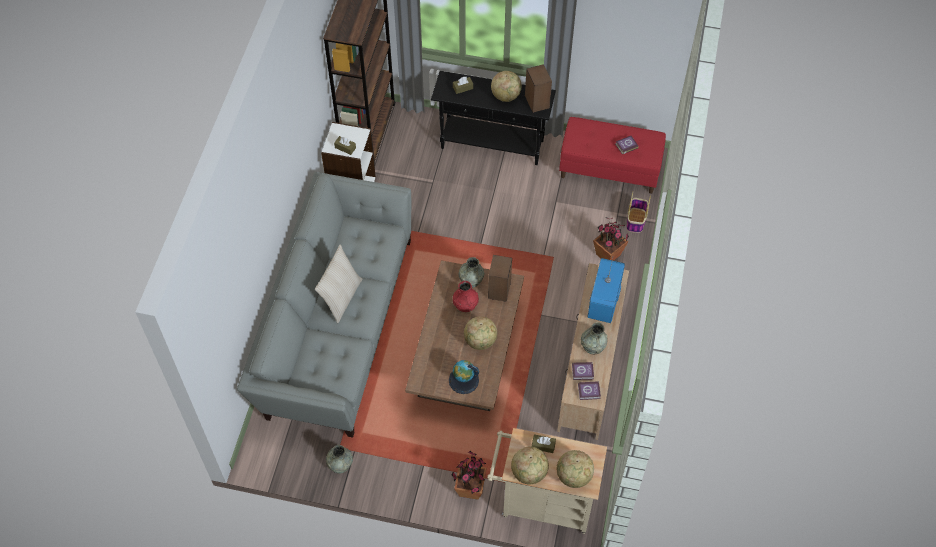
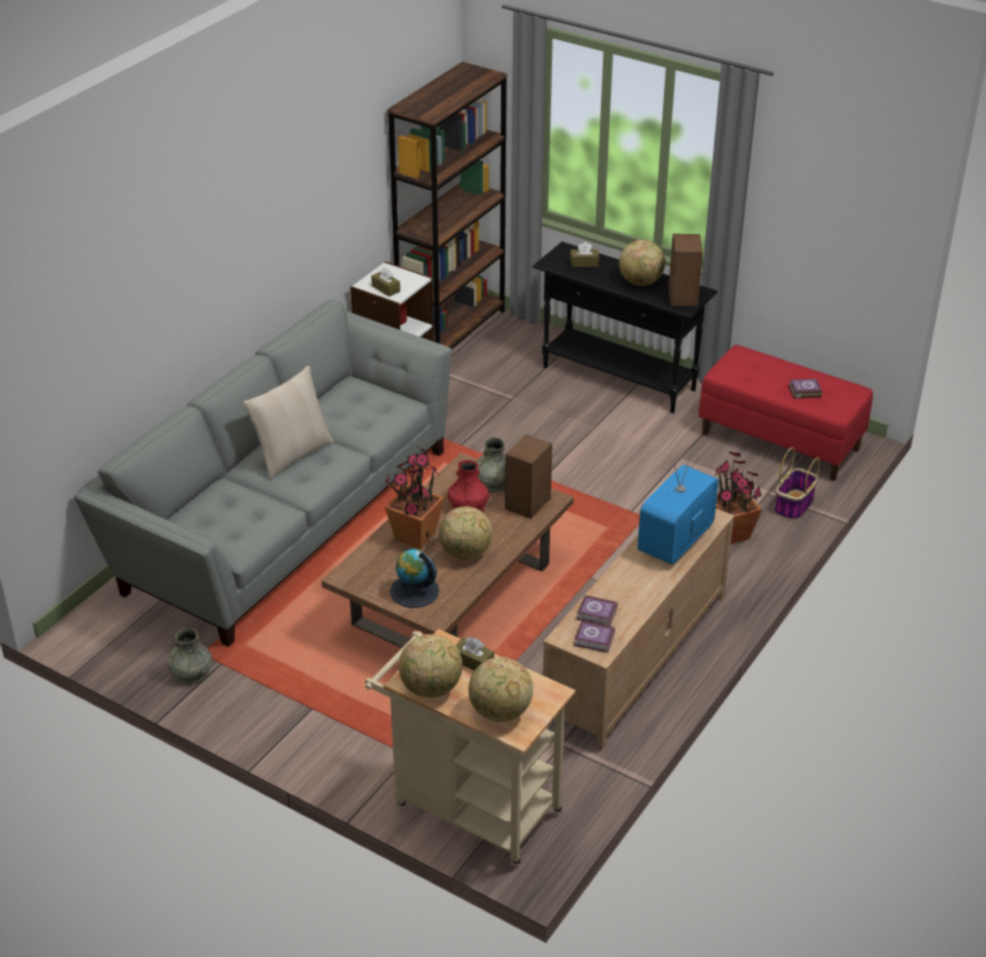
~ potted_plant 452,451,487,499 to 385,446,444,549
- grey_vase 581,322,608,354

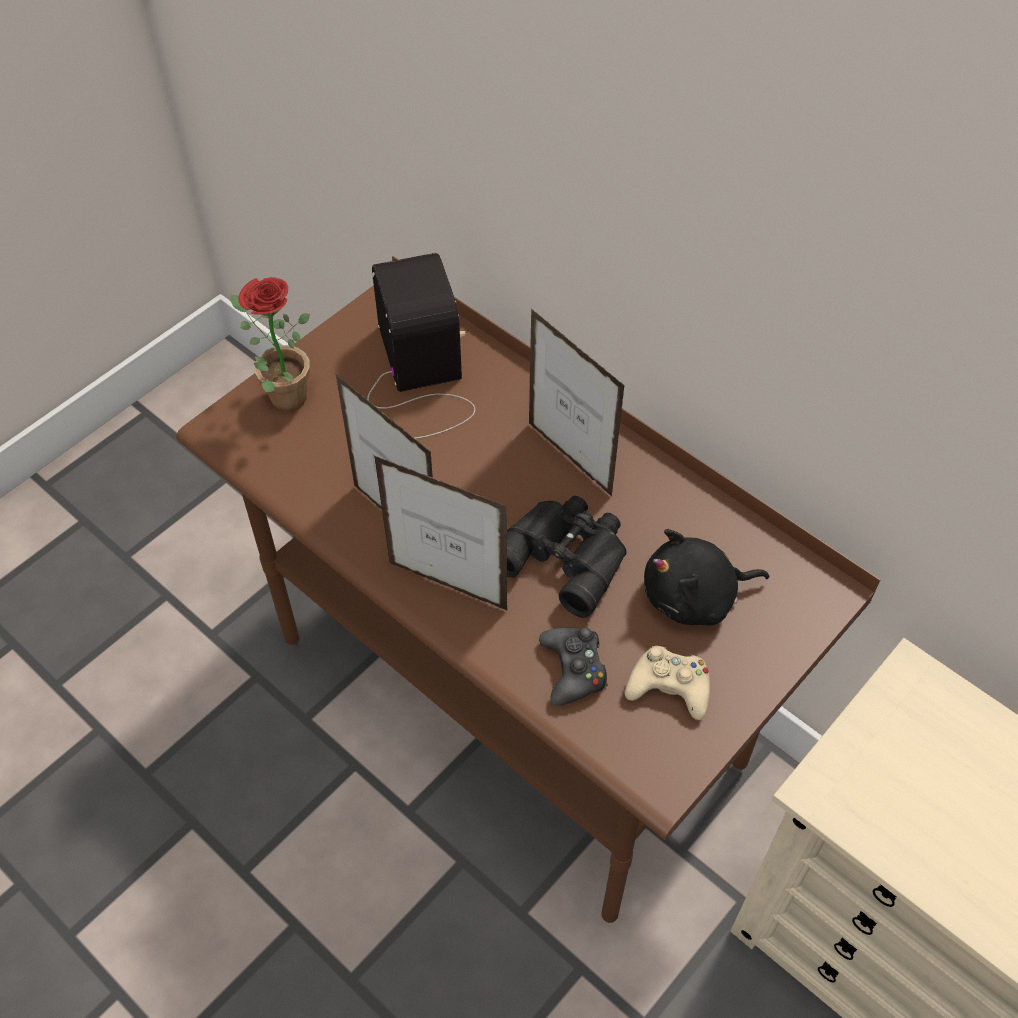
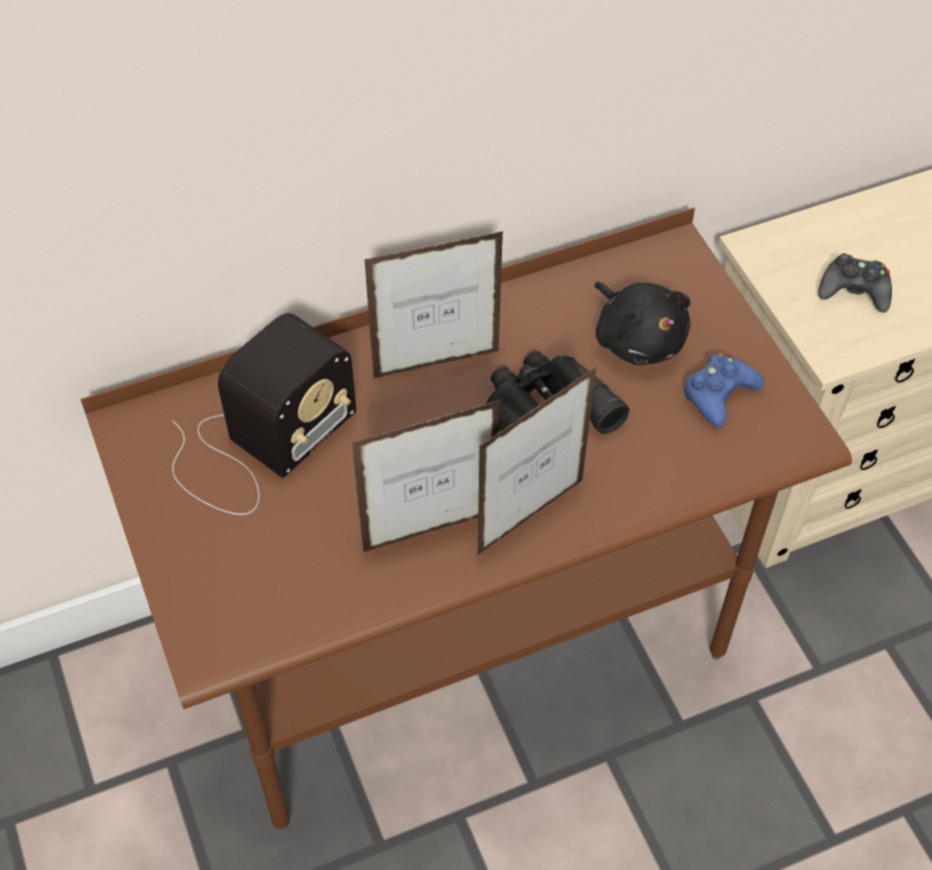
- potted_plant 231,277,310,411
~ radio 367,253,475,439 = 172,313,356,515 120 degrees clockwise
~ black_game_controller 539,628,608,706 to 818,253,892,313
~ beige_game_controller 625,646,710,720 to blue_game_controller 683,353,764,428
~ black_plush_toy 644,529,769,626 = 595,282,691,365 45 degrees counterclockwise

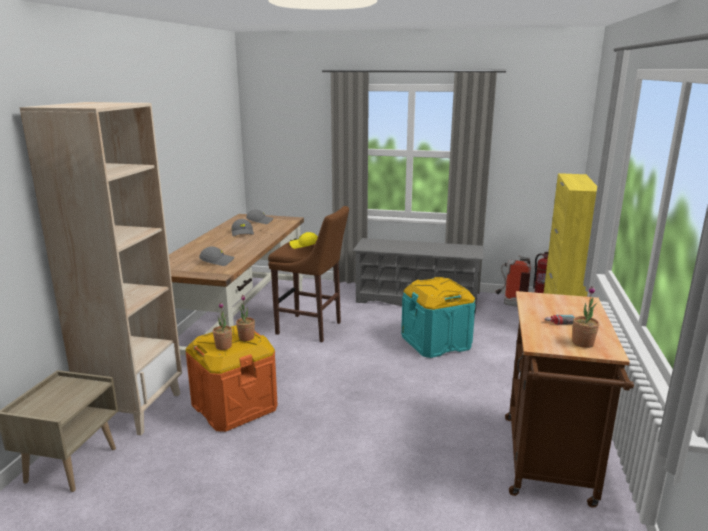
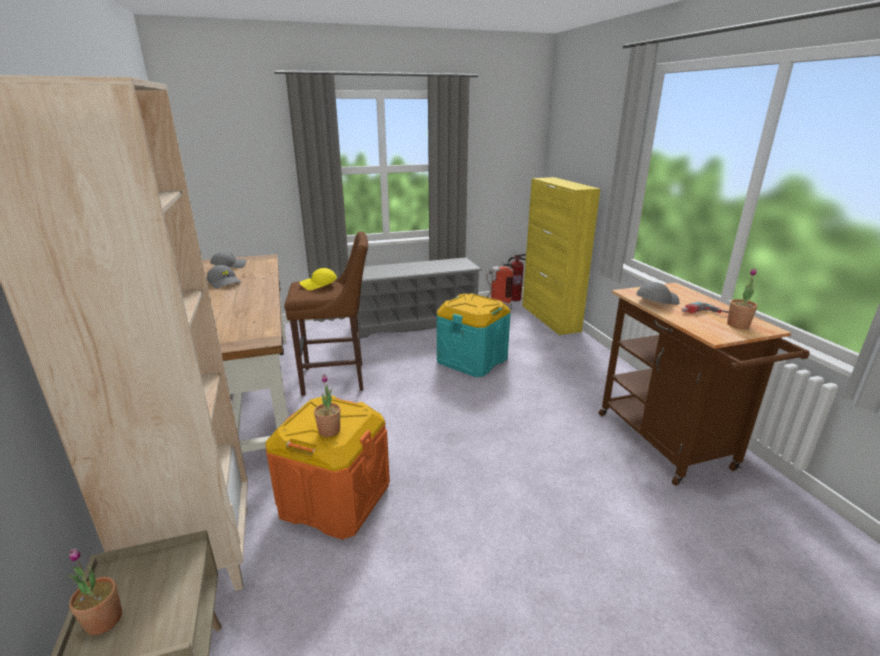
~ grey_cap 199,247,234,266 to 636,282,680,305
~ potted_plant 236,295,255,341 to 68,549,122,635

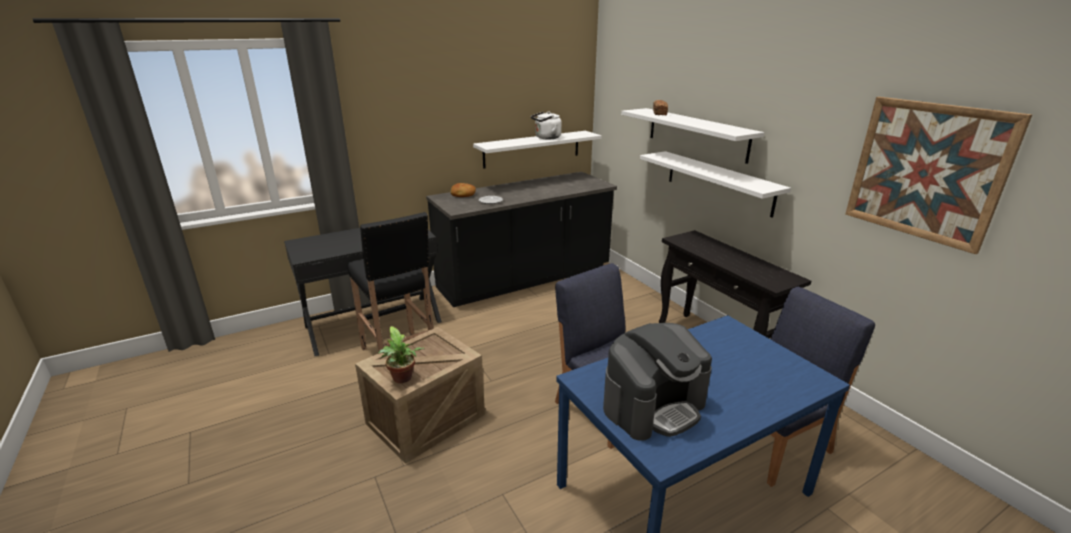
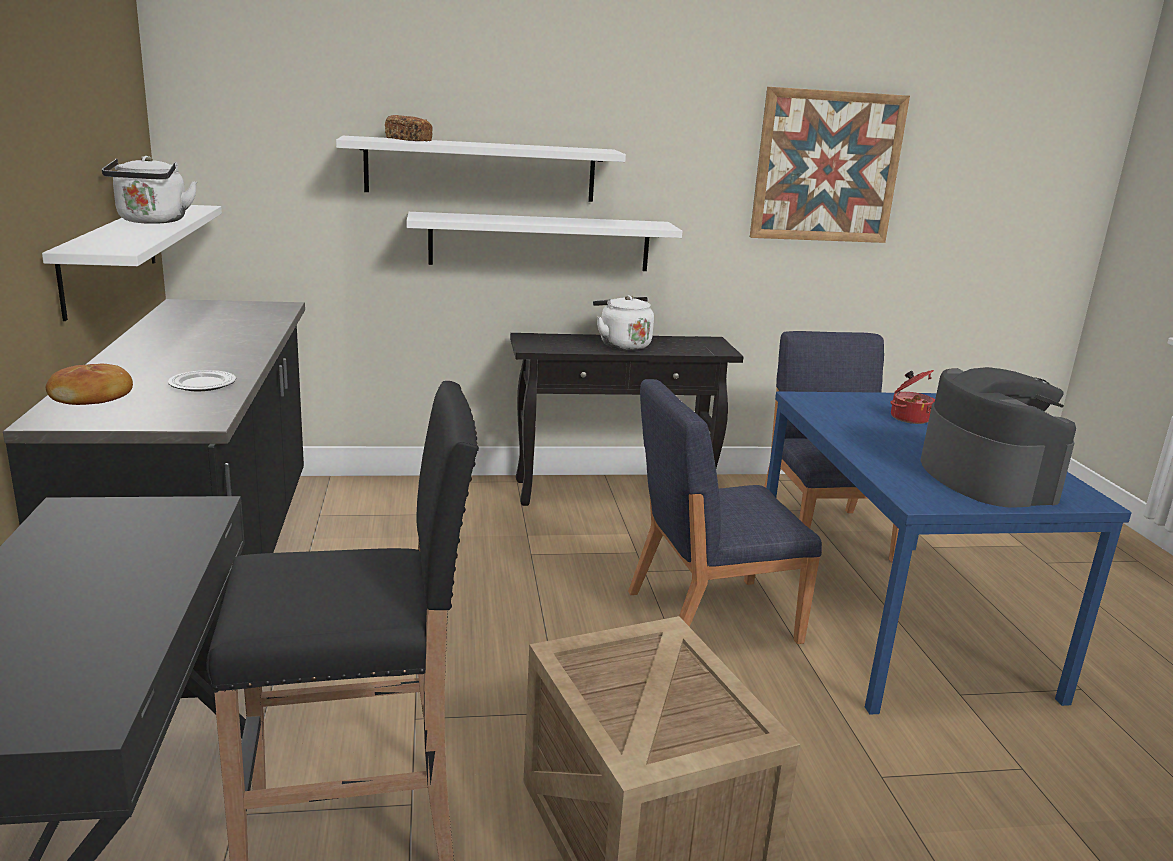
- potted_plant 378,326,425,383
+ white_kettle 593,295,654,350
+ cooking_pot 890,370,935,424

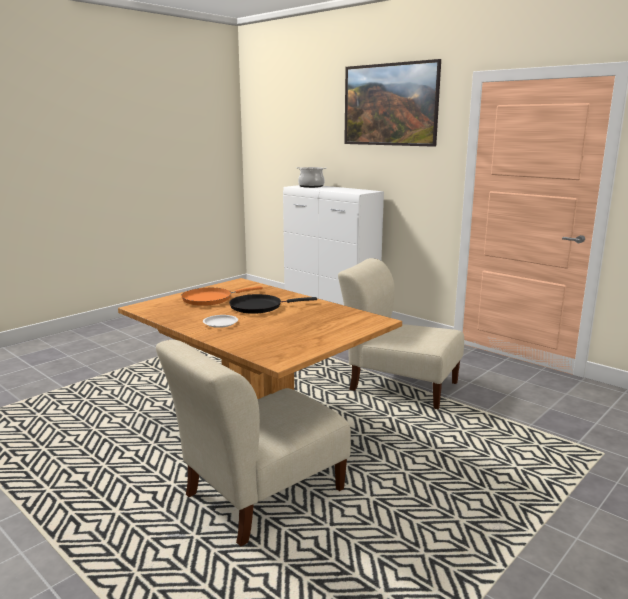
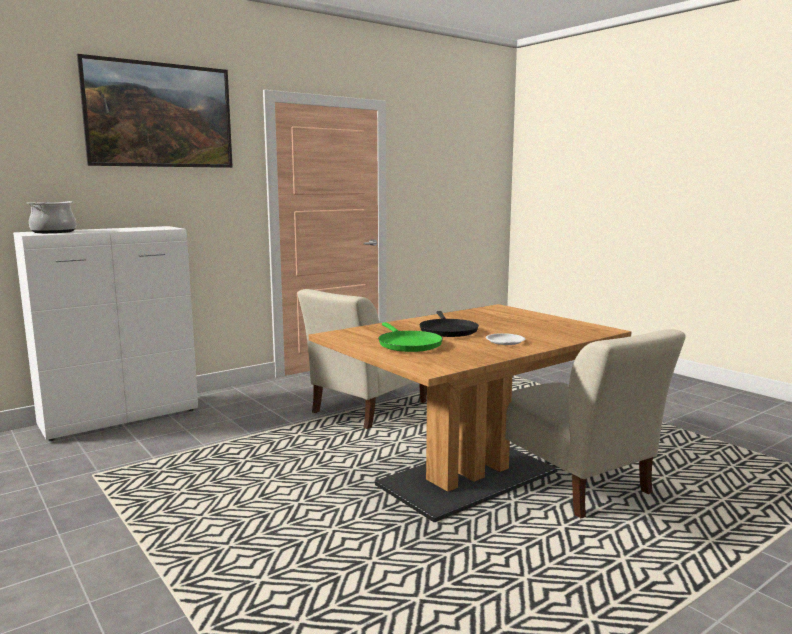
~ orange_frying_pan 181,286,263,306 to green_frying_pan 378,322,443,352

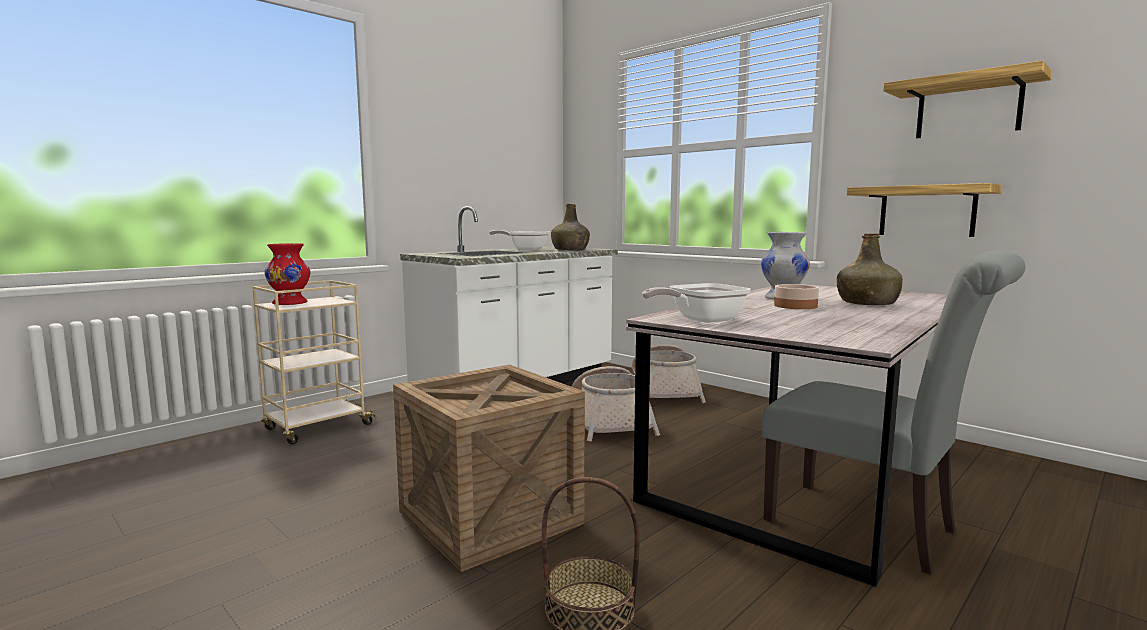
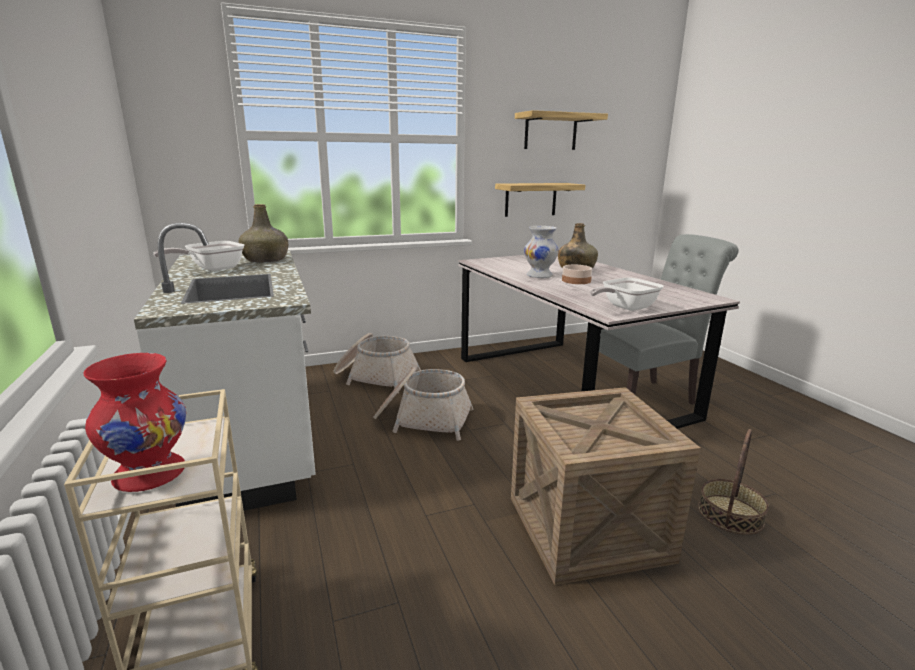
~ frying_pan 642,283,751,323 = 590,278,664,311 60 degrees clockwise

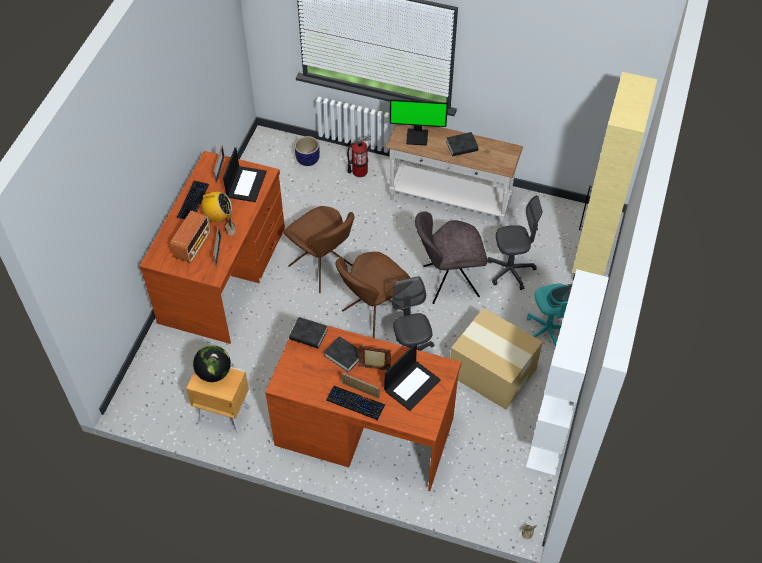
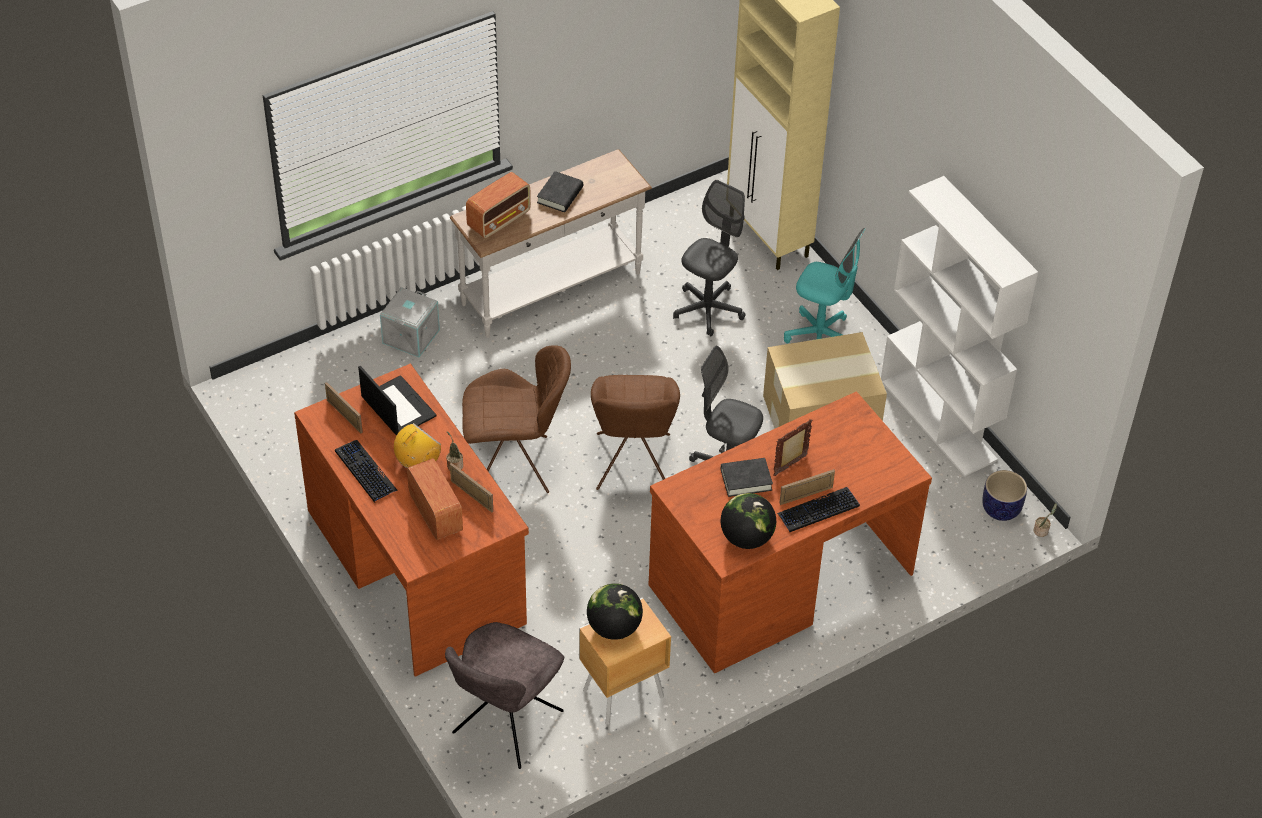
- black_book 289,317,327,348
~ planter 295,136,320,166 to 982,470,1027,521
~ fire_extinguisher 347,135,371,177 to grey_storage_box 380,287,440,357
- laptop 384,343,441,411
~ monitor 390,99,448,146 to radio 466,172,531,238
~ grey_chair 415,211,487,304 to 445,622,564,769
+ globe 721,493,776,549

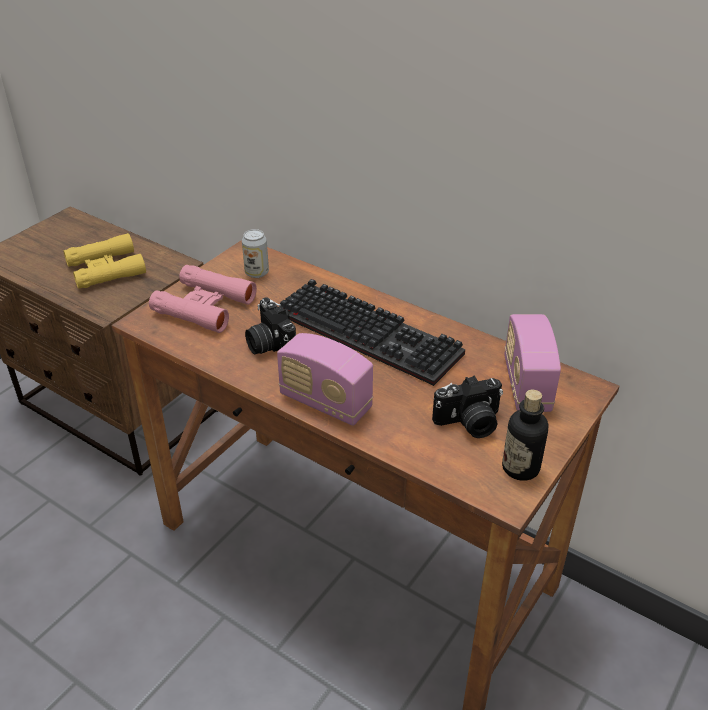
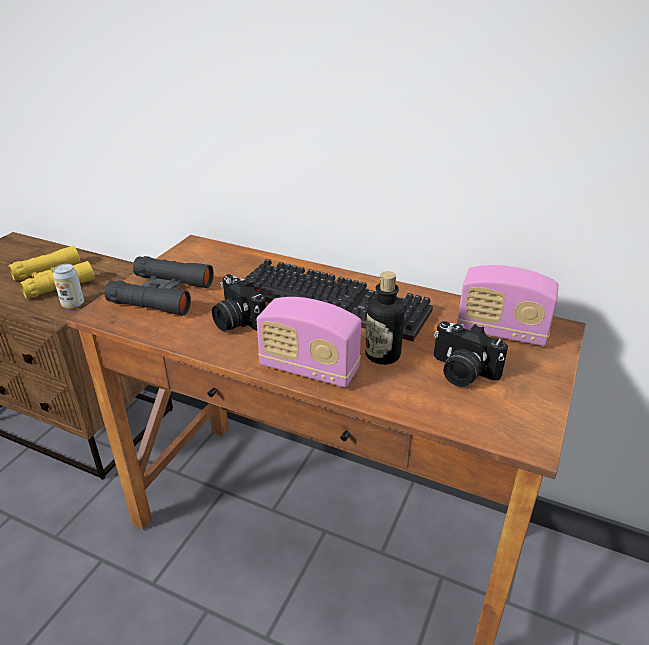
~ pink_binoculars 149,265,257,333 to black_binoculars 104,256,214,316
~ can 242,229,269,278 to 53,264,84,309
~ photo_camera 432,376,503,438 = 434,321,508,387 60 degrees clockwise
~ bottle 502,390,549,481 to 365,271,405,365
~ radio 504,314,561,412 = 457,265,559,346 60 degrees counterclockwise

